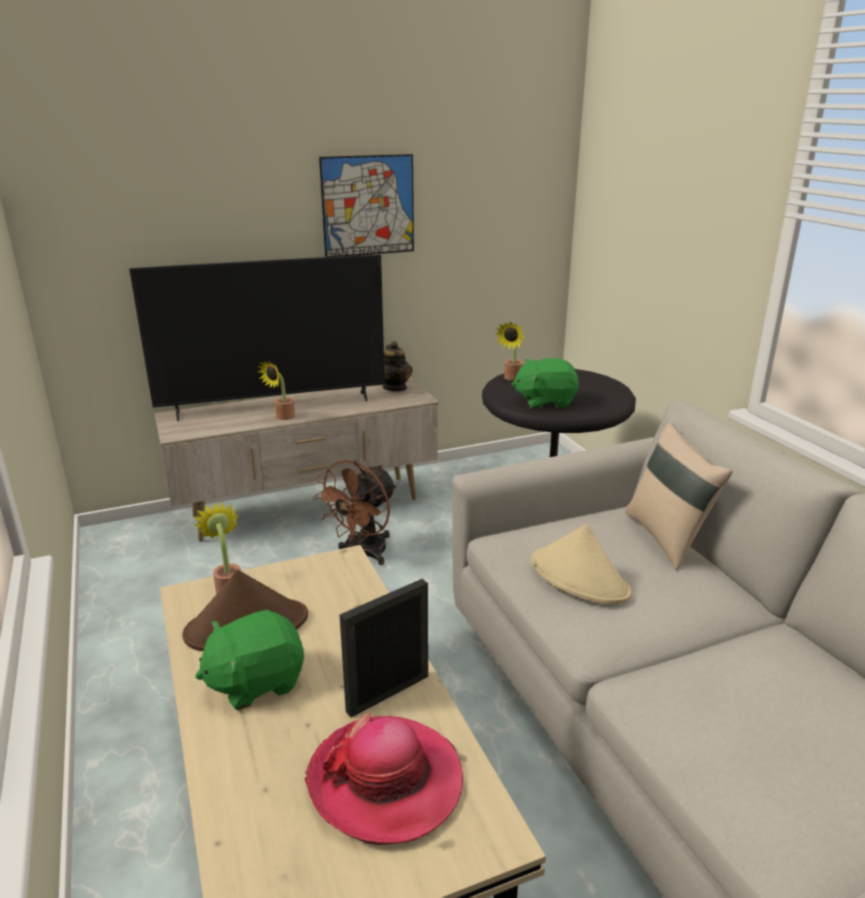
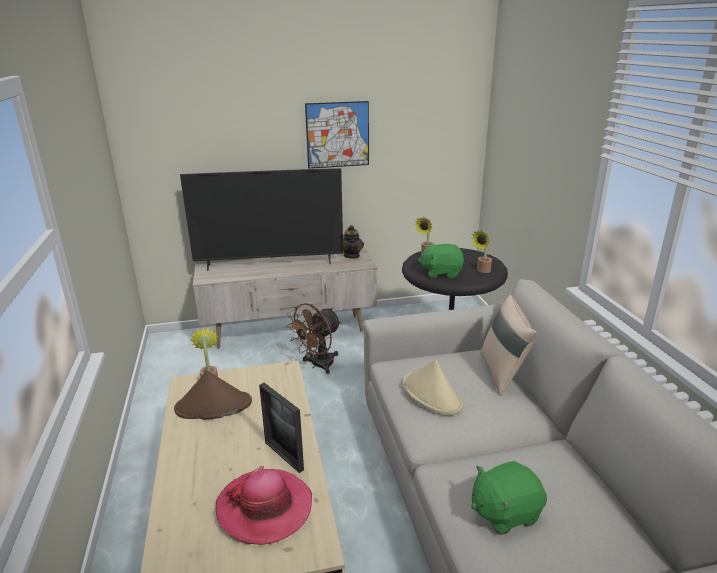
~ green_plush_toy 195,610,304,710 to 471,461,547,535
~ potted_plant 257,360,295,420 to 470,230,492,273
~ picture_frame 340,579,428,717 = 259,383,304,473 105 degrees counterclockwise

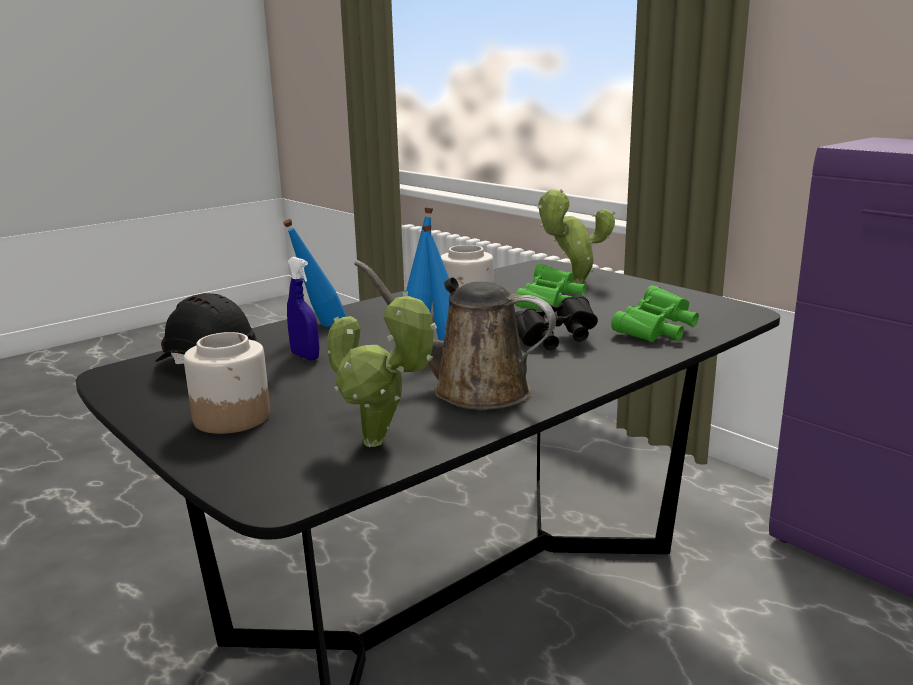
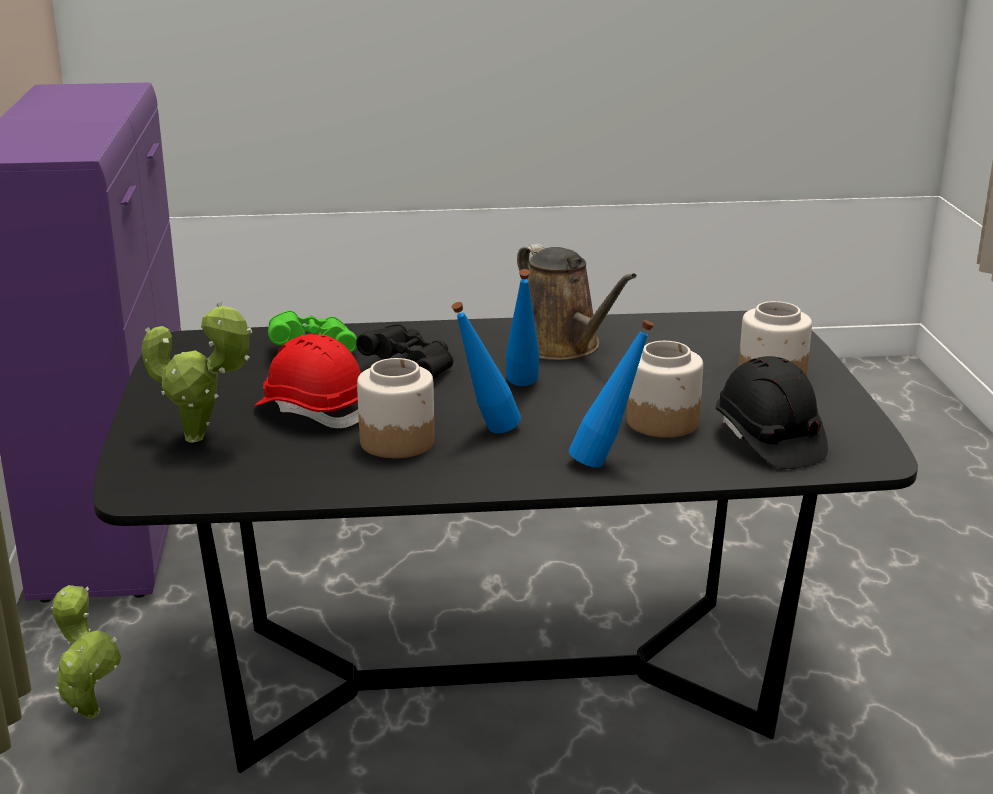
~ blue_spray_bottle 287,257,319,360 to jar 627,341,703,438
~ potted_plant 327,291,437,447 to 51,585,121,719
~ green_binoculars 515,264,586,310 to red_hard_hat 254,334,361,428

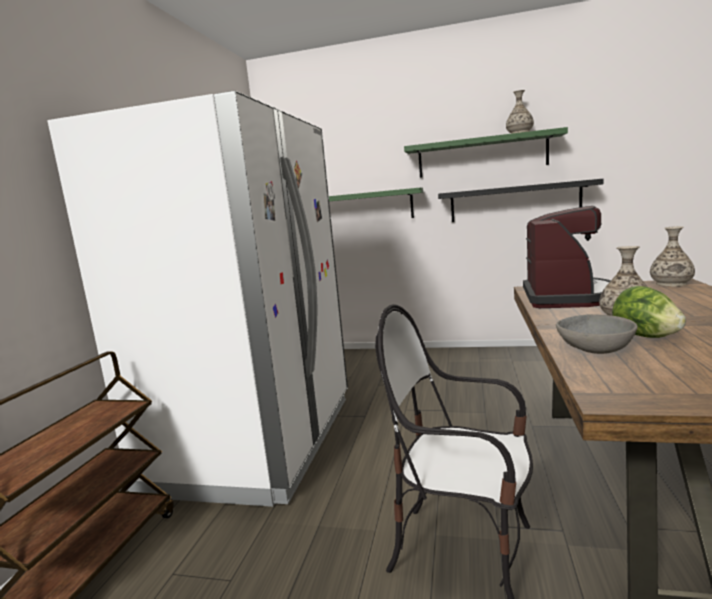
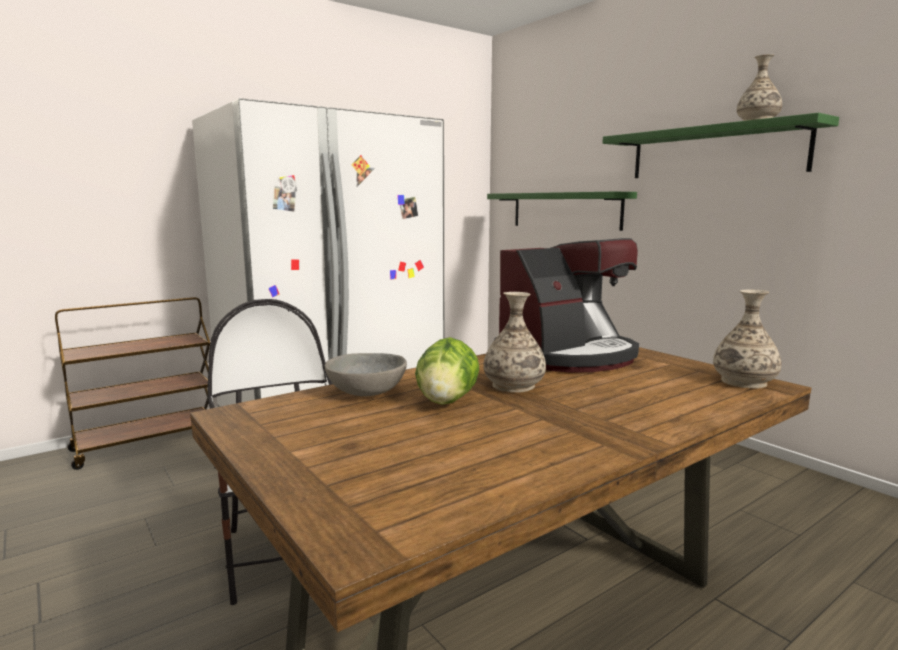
- black_shelf 438,179,603,222

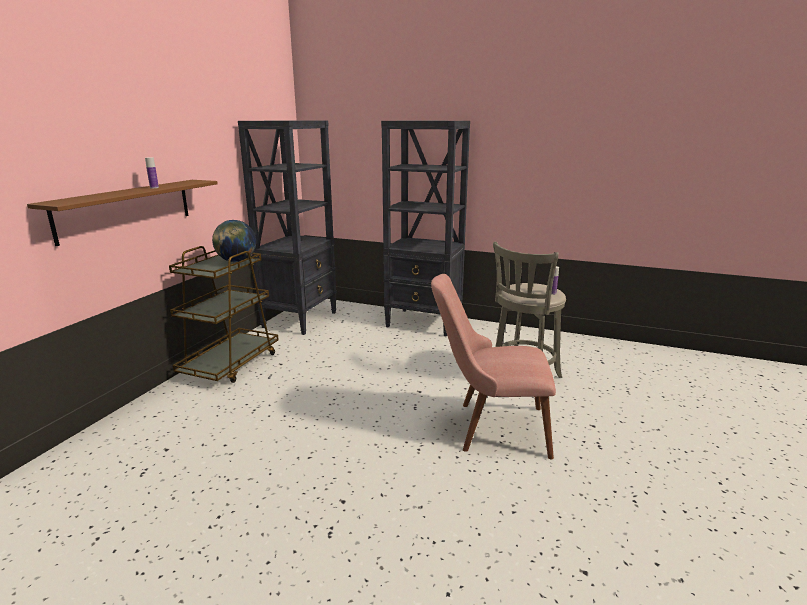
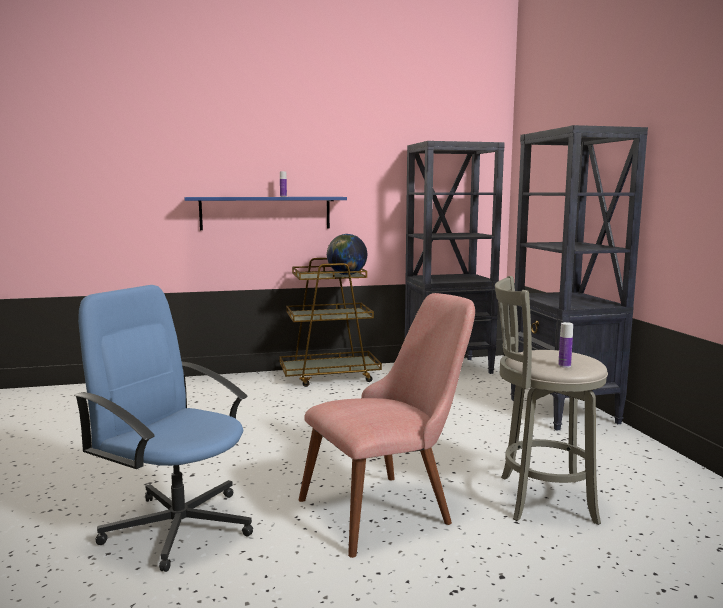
~ brown_shelf 27,180,218,246 to blue_shelf 185,197,347,230
~ pink_chair 431,274,556,459 = 299,293,475,558 90 degrees clockwise
+ blue_office_chair 74,285,253,572

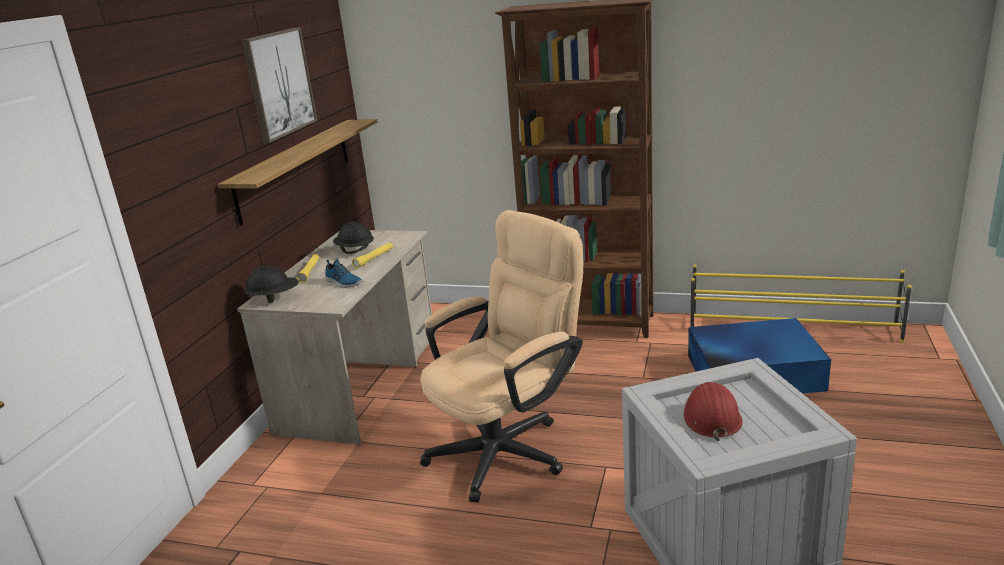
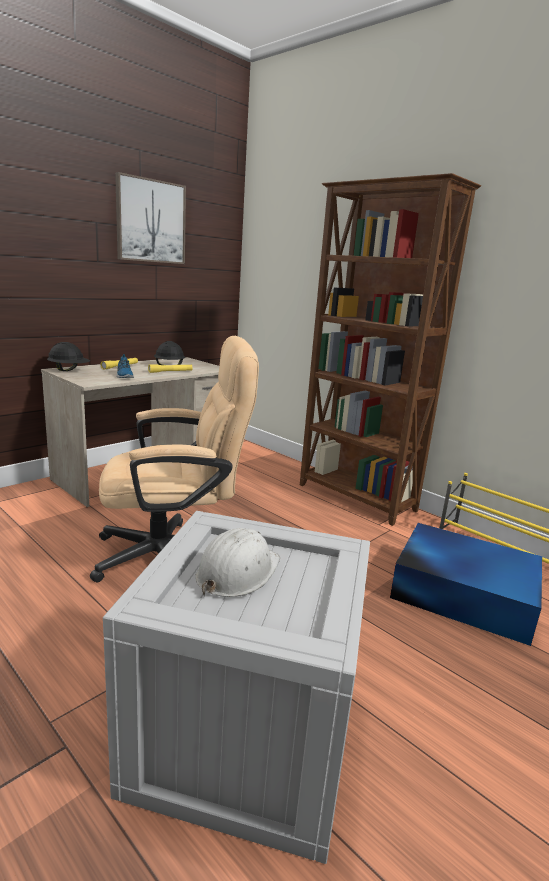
- shelf 218,119,378,226
~ red_hard_hat 684,382,743,441 to white_hard_hat 195,528,280,597

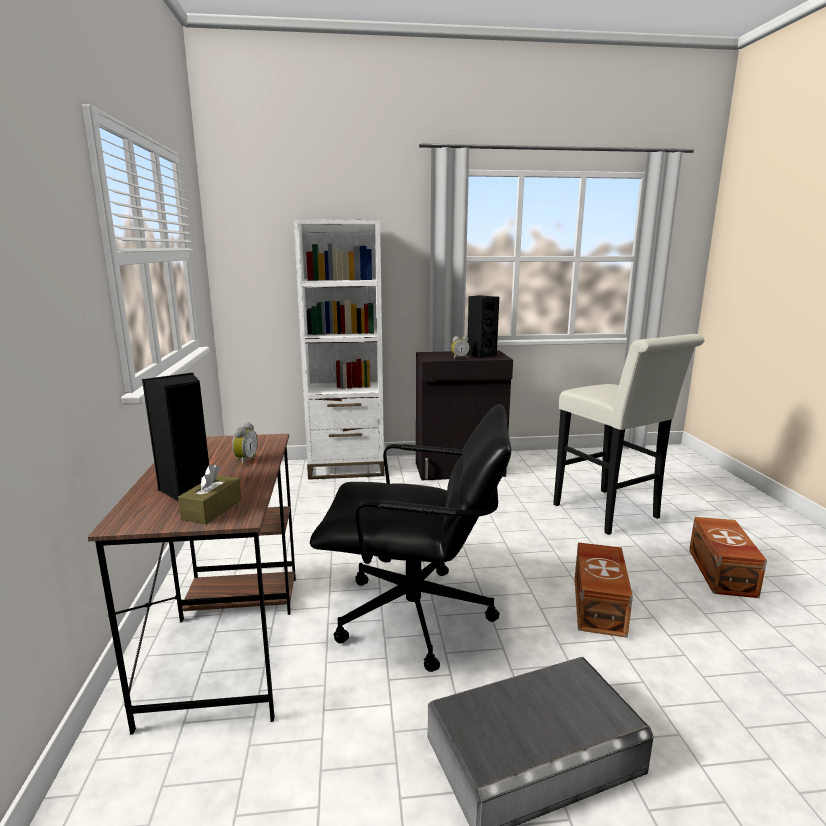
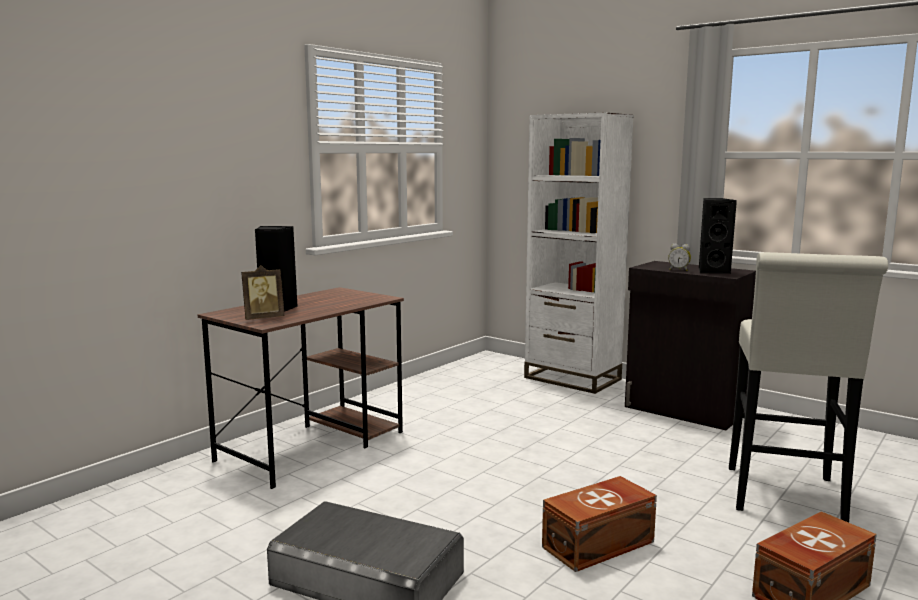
~ brown_tissue_box 178,465,242,524 to picture_frame 241,265,285,320
- alarm_clock 232,422,258,465
- black_office_chair 310,404,511,672

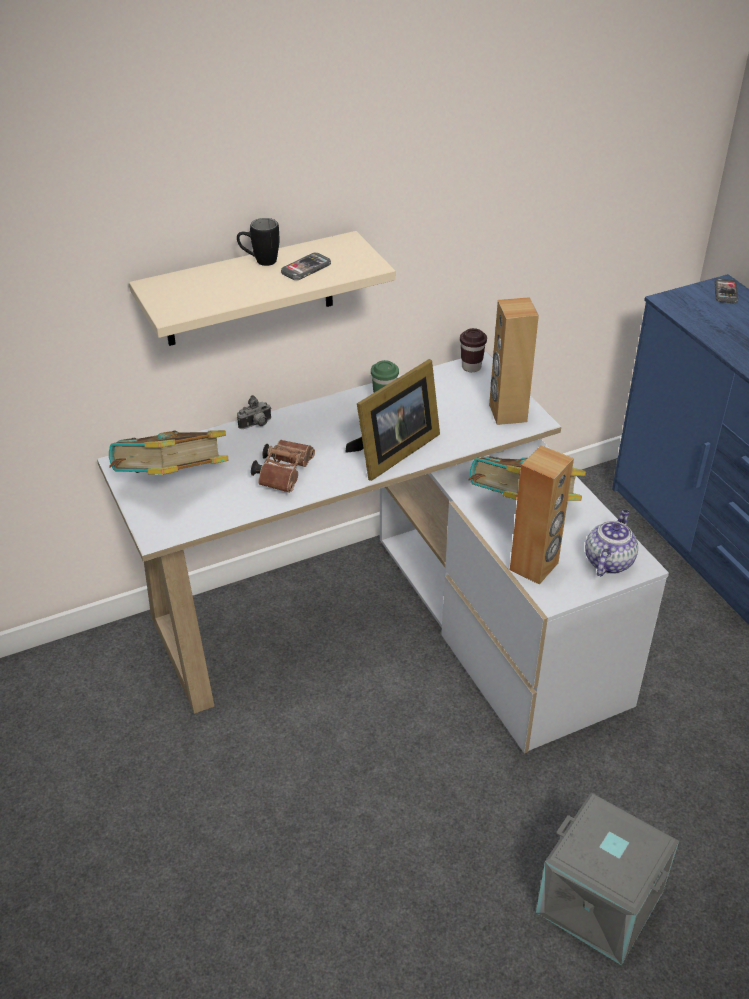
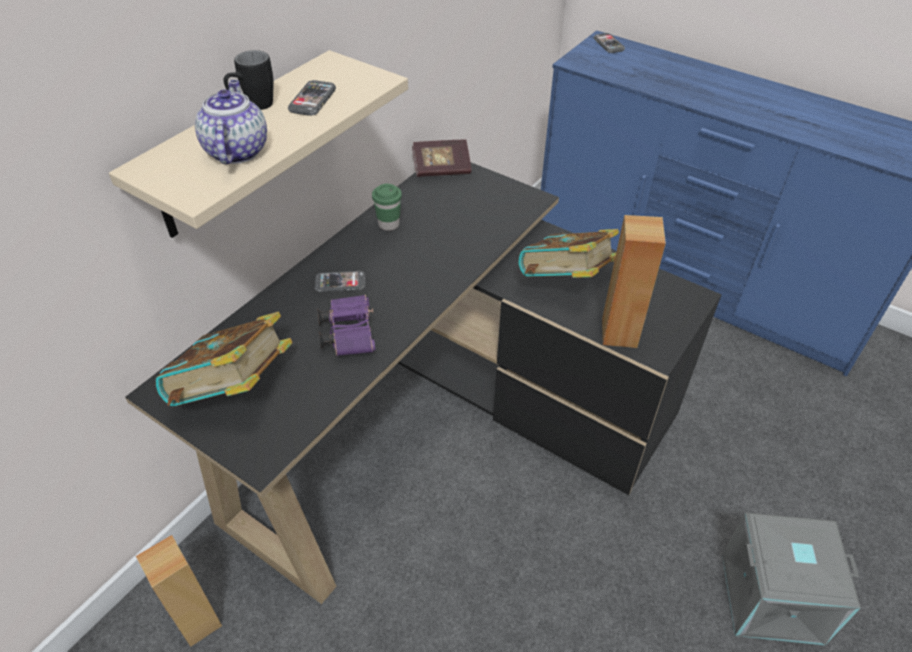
~ white_desk 97,352,669,753 to black_desk 125,162,722,604
- photo_camera 237,395,271,429
~ brown_binoculars 251,440,315,493 to purple_binoculars 317,295,375,356
- picture_frame 346,359,440,481
~ brown_cup 460,328,487,372 to book 412,139,472,177
~ brown_speaker 489,297,539,425 to 136,535,222,647
~ teapot 585,509,638,576 to 195,80,267,164
+ phone 315,271,366,292

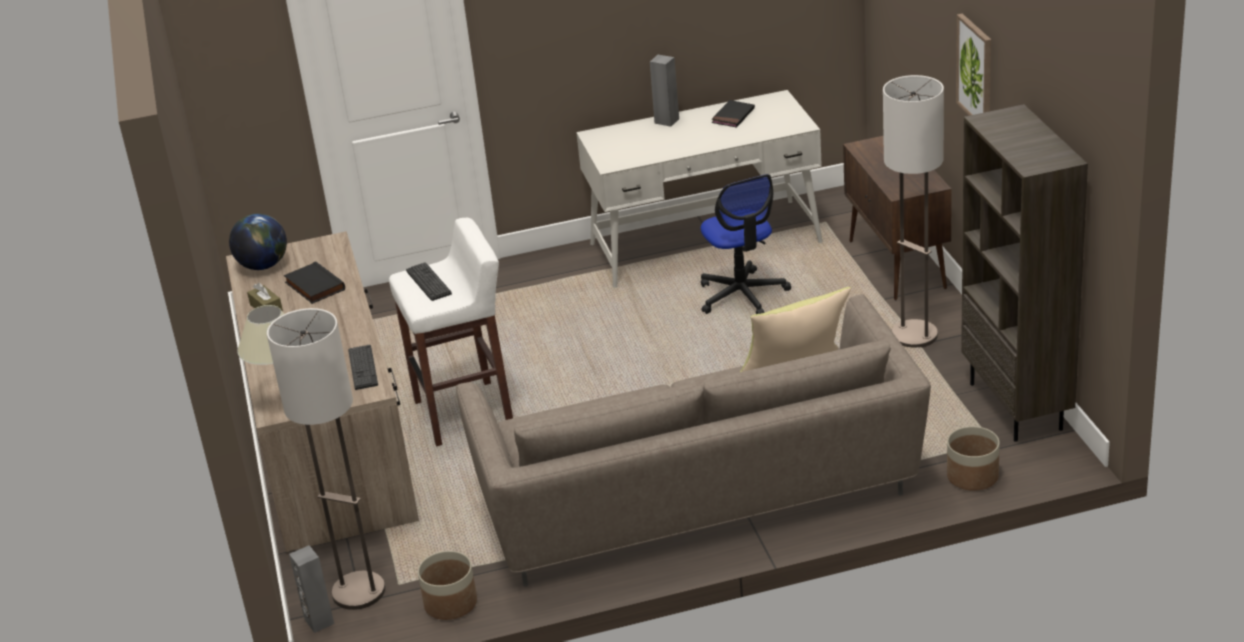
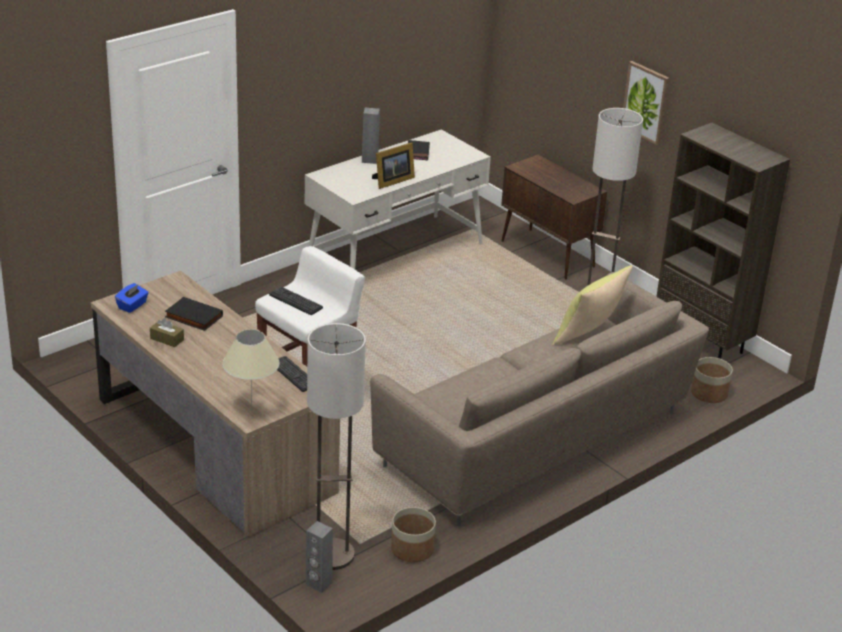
~ globe 229,214,287,270 to blue_tissue_box 115,283,148,313
- office_chair 701,174,791,314
+ picture_frame 372,142,415,189

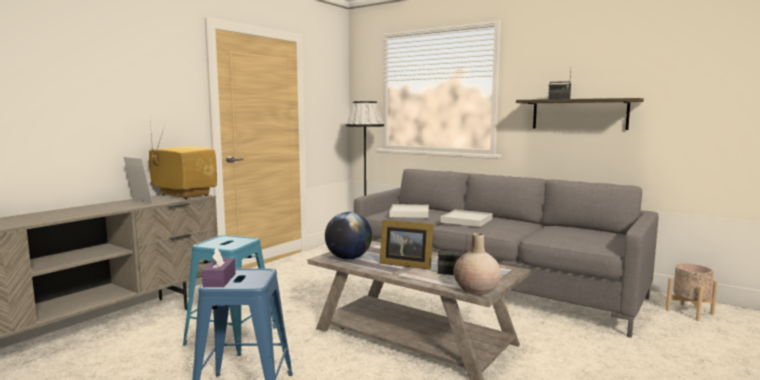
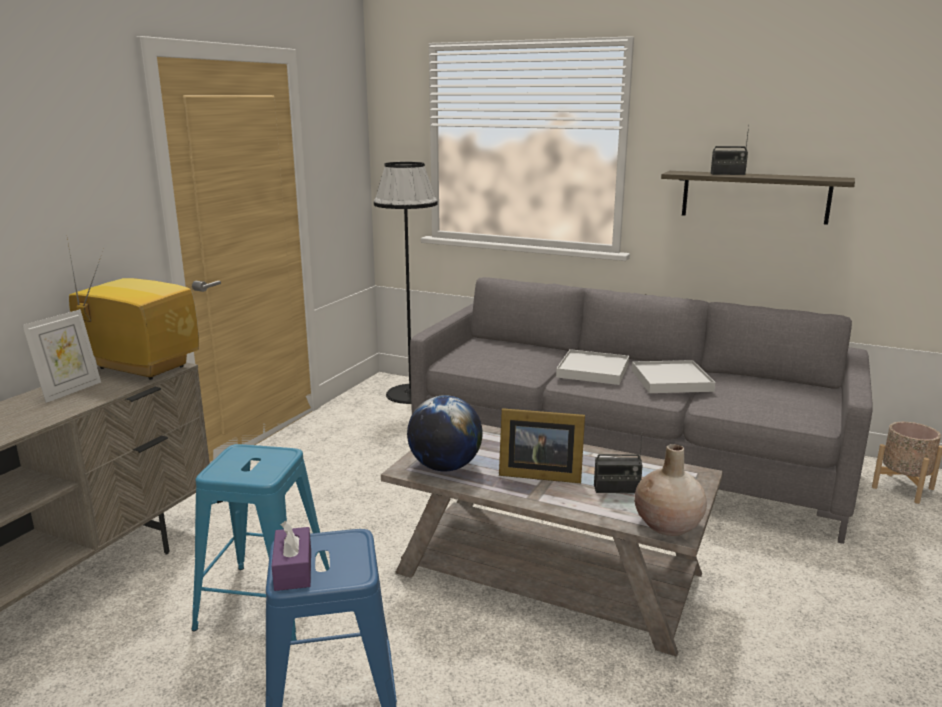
~ picture_frame 123,157,153,203 = 22,309,101,403 90 degrees clockwise
~ white_tray 389,204,429,218 to 632,360,715,393

